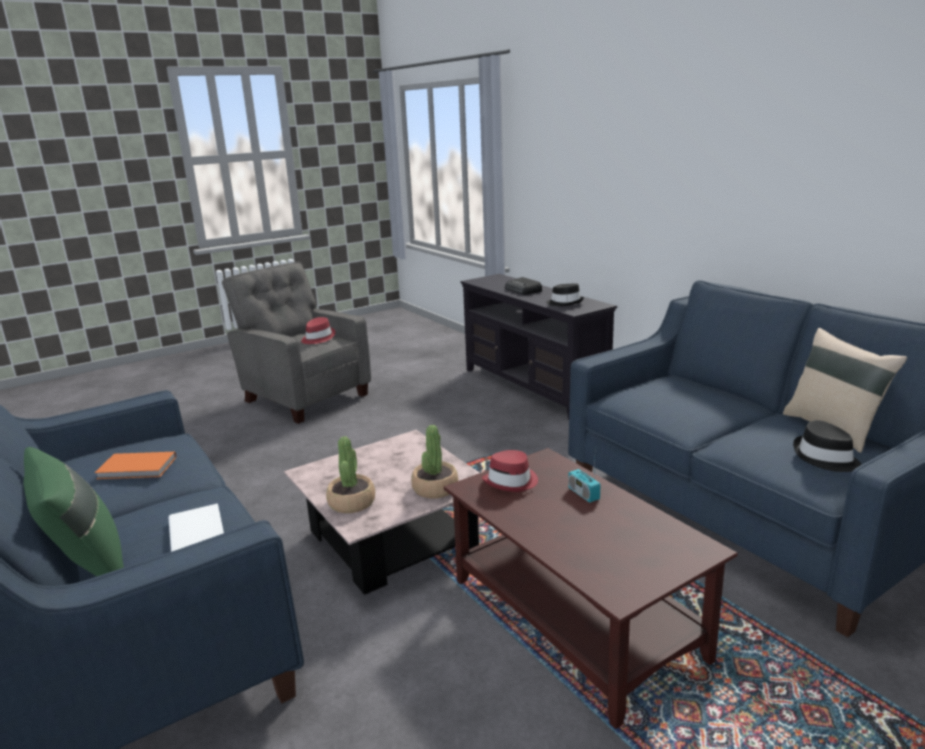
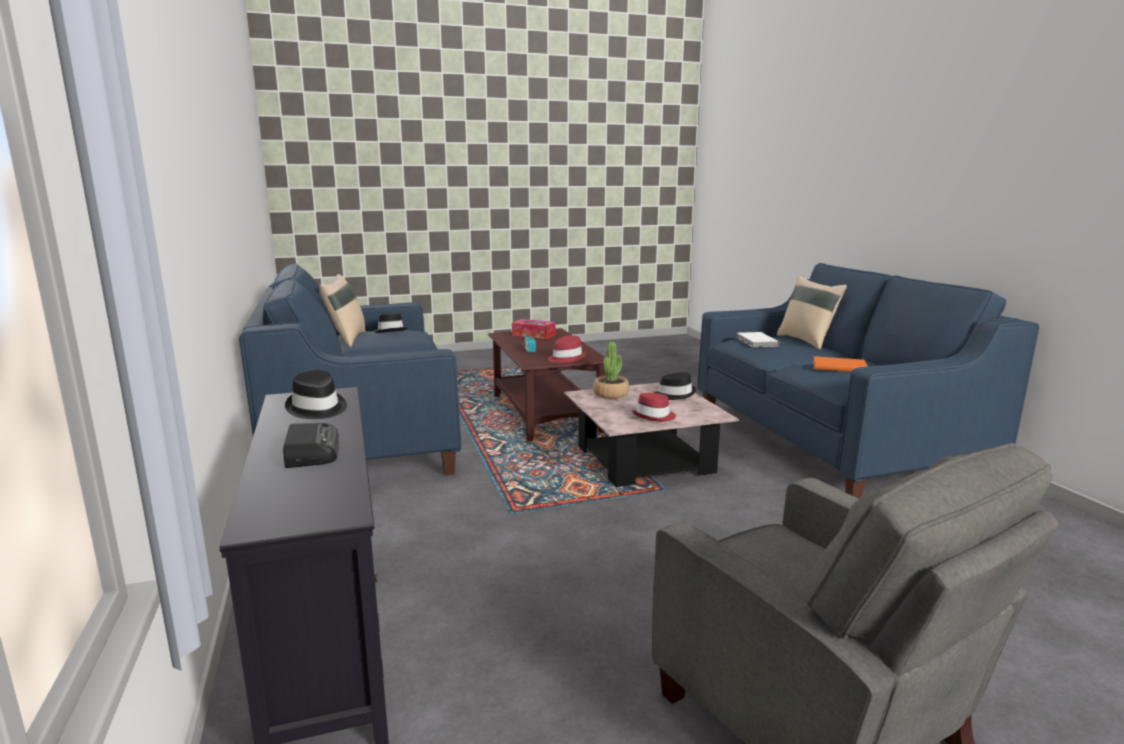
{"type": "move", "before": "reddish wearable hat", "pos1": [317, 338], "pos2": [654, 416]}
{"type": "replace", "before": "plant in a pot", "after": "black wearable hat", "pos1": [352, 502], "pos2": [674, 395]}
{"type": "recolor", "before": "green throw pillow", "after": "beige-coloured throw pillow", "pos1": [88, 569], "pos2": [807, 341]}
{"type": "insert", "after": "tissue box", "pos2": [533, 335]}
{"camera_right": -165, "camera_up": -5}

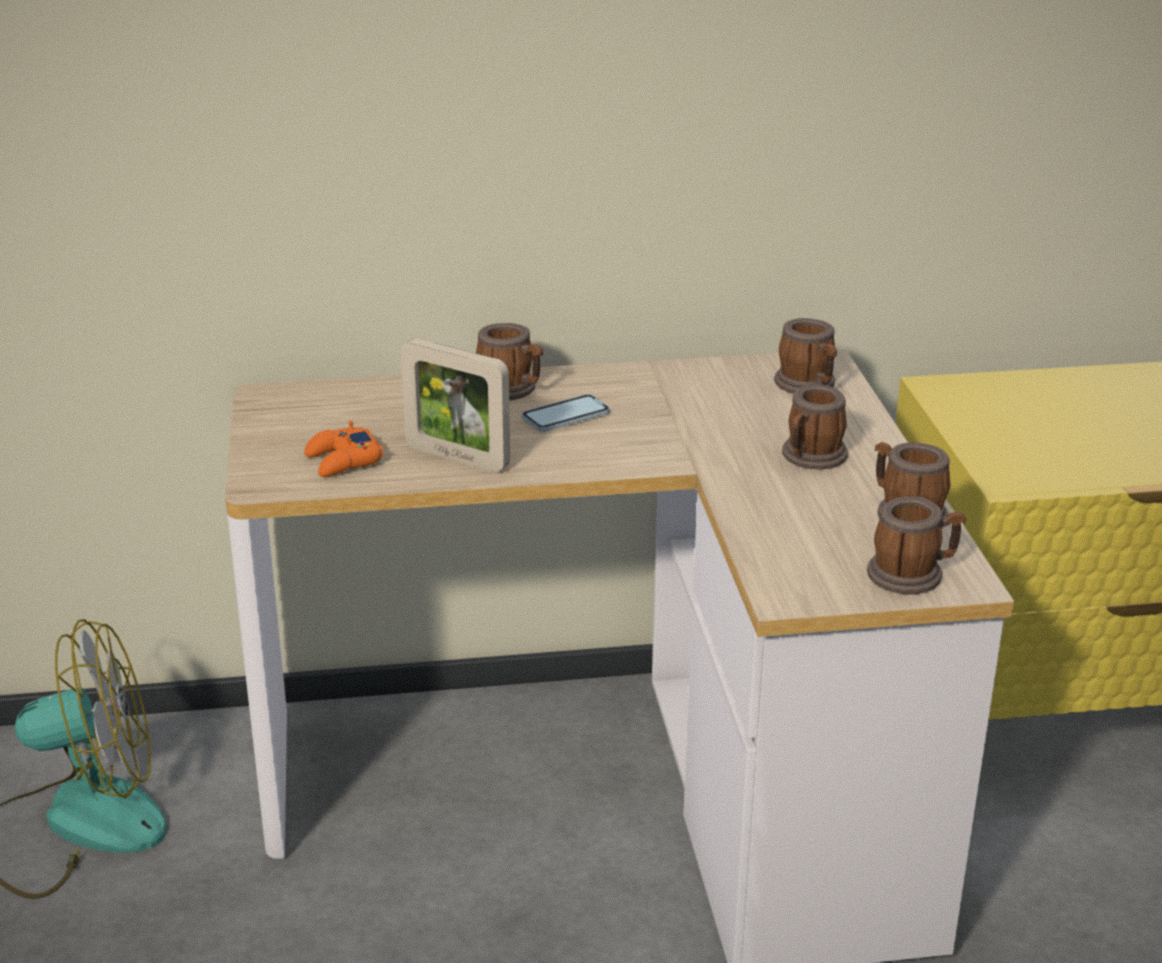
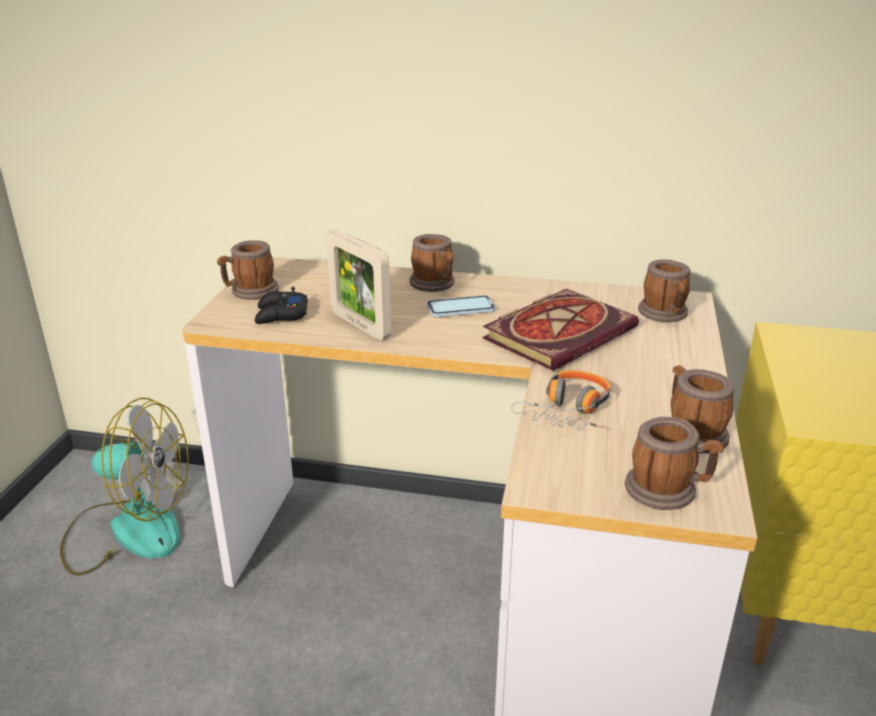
{"type": "move", "before": "coffee mug", "pos1": [811, 458], "pos2": [250, 292]}
{"type": "recolor", "before": "orange-coloured joypad", "after": "black joypad", "pos1": [343, 461], "pos2": [281, 315]}
{"type": "insert", "after": "book", "pos2": [560, 332]}
{"type": "insert", "after": "pair of headphones", "pos2": [568, 410]}
{"camera_right": 20, "camera_up": 0}

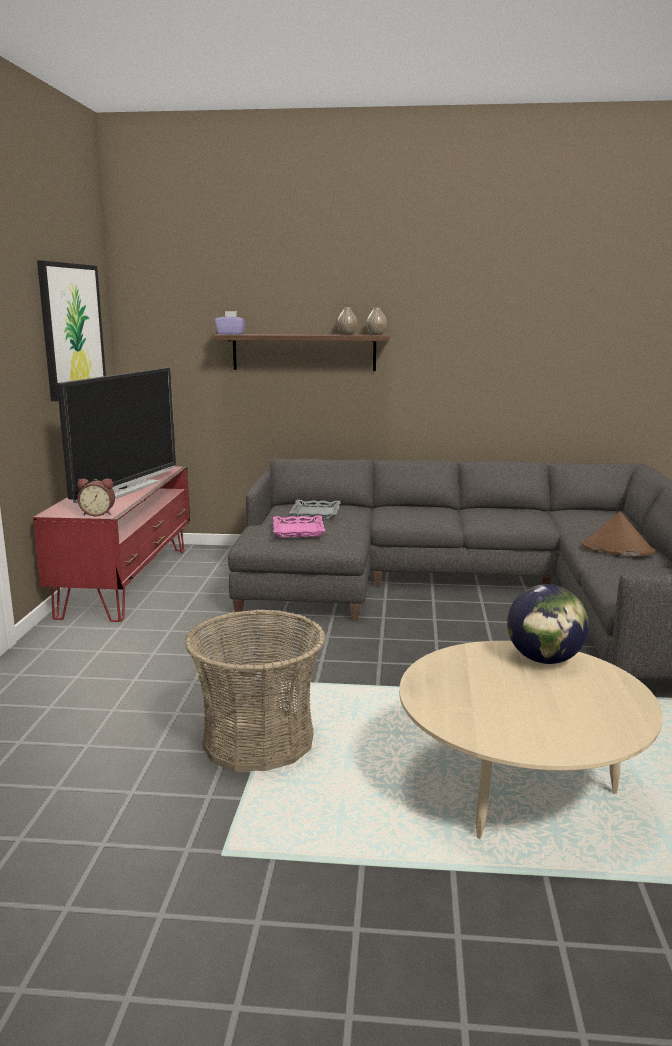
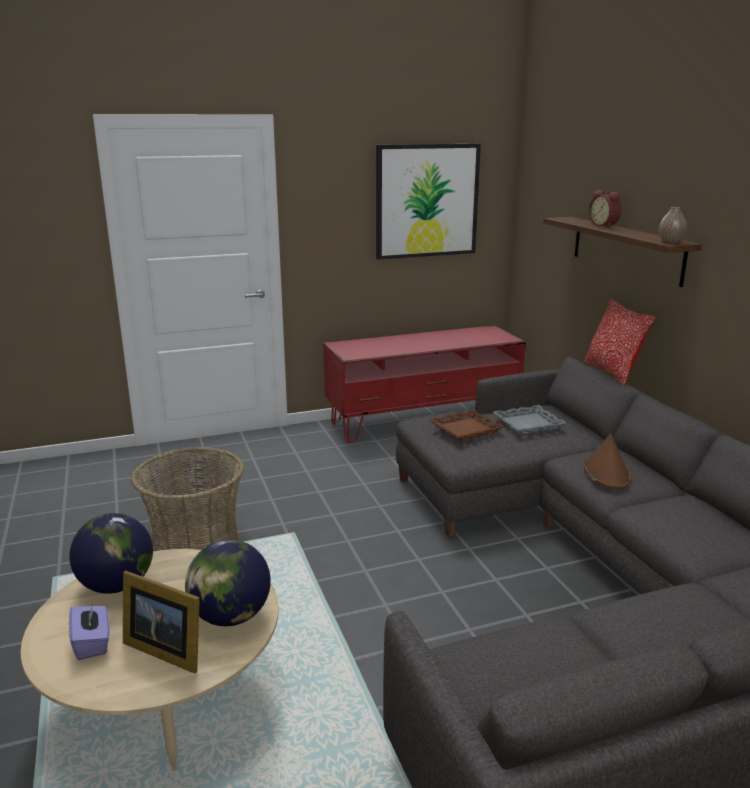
{"type": "delete", "before": "flower vase", "pos1": [347, 334]}
{"type": "move", "before": "purple-coloured tissue box", "pos1": [231, 334], "pos2": [92, 643]}
{"type": "delete", "before": "TV set", "pos1": [123, 490]}
{"type": "move", "before": "table clock", "pos1": [98, 514], "pos2": [604, 225]}
{"type": "move", "before": "brown wearable hat", "pos1": [617, 549], "pos2": [606, 472]}
{"type": "recolor", "before": "pink carrying tray", "after": "brown carrying tray", "pos1": [298, 530], "pos2": [465, 429]}
{"type": "insert", "after": "throw pillow", "pos2": [612, 372]}
{"type": "insert", "after": "globe", "pos2": [117, 585]}
{"type": "insert", "after": "picture frame", "pos2": [165, 648]}
{"camera_right": 65, "camera_up": 5}

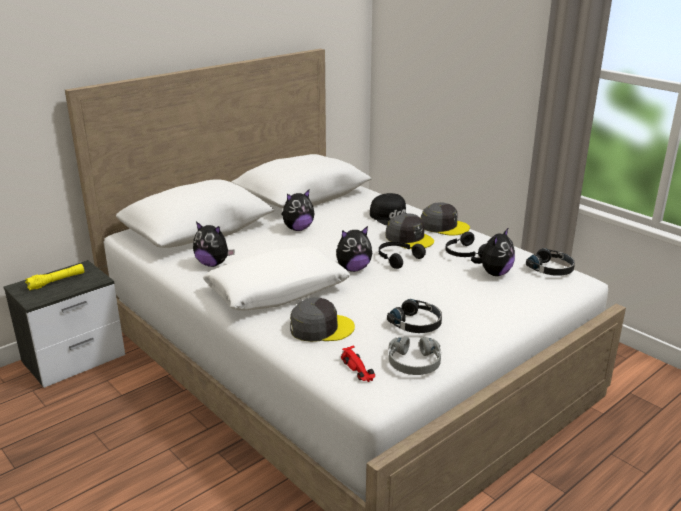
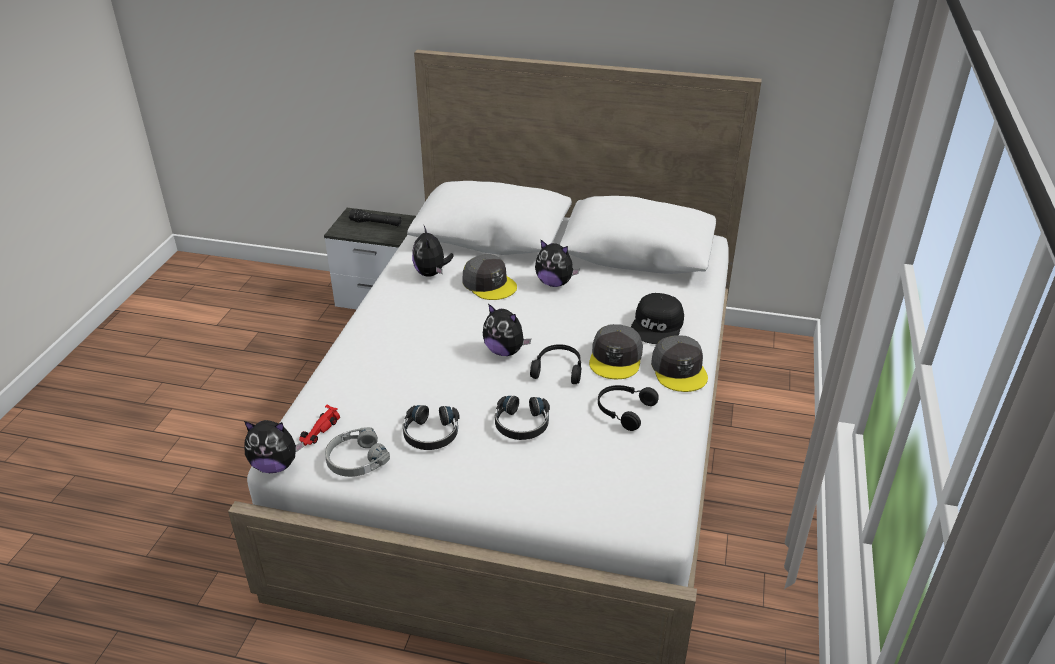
{"type": "move", "before": "plush toy", "pos1": [494, 273], "pos2": [275, 465]}
{"type": "delete", "before": "whitish throw pillow", "pos1": [277, 291]}
{"type": "move", "before": "black pair of headphones", "pos1": [551, 269], "pos2": [521, 424]}
{"type": "recolor", "before": "yellowish torch", "after": "black torch", "pos1": [57, 281], "pos2": [376, 223]}
{"type": "move", "before": "grey peaked cap", "pos1": [321, 328], "pos2": [489, 284]}
{"camera_right": 55, "camera_up": 10}

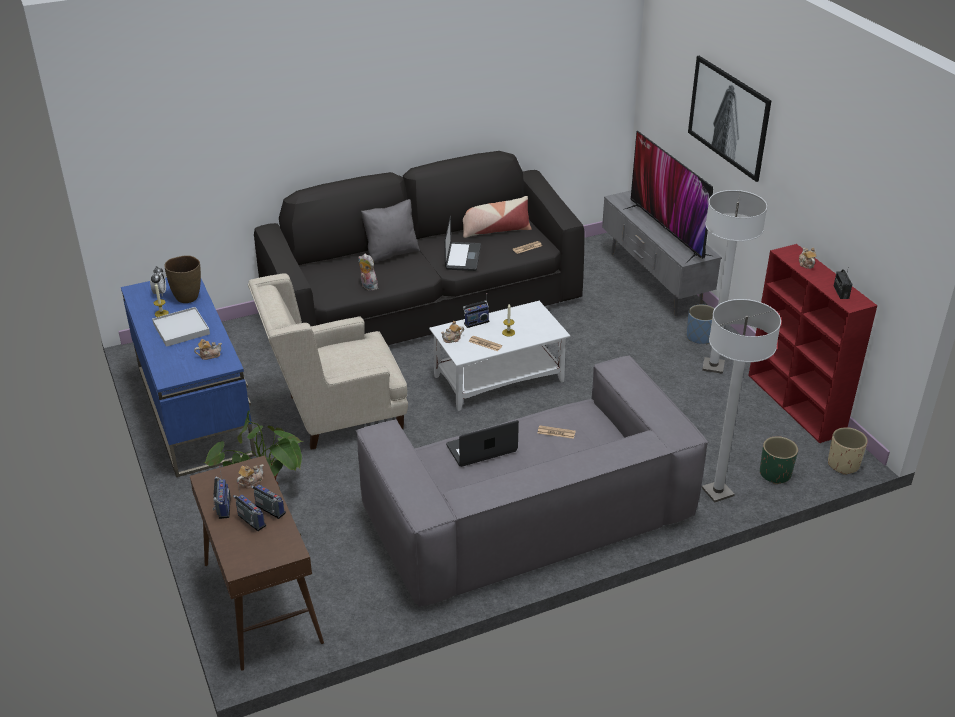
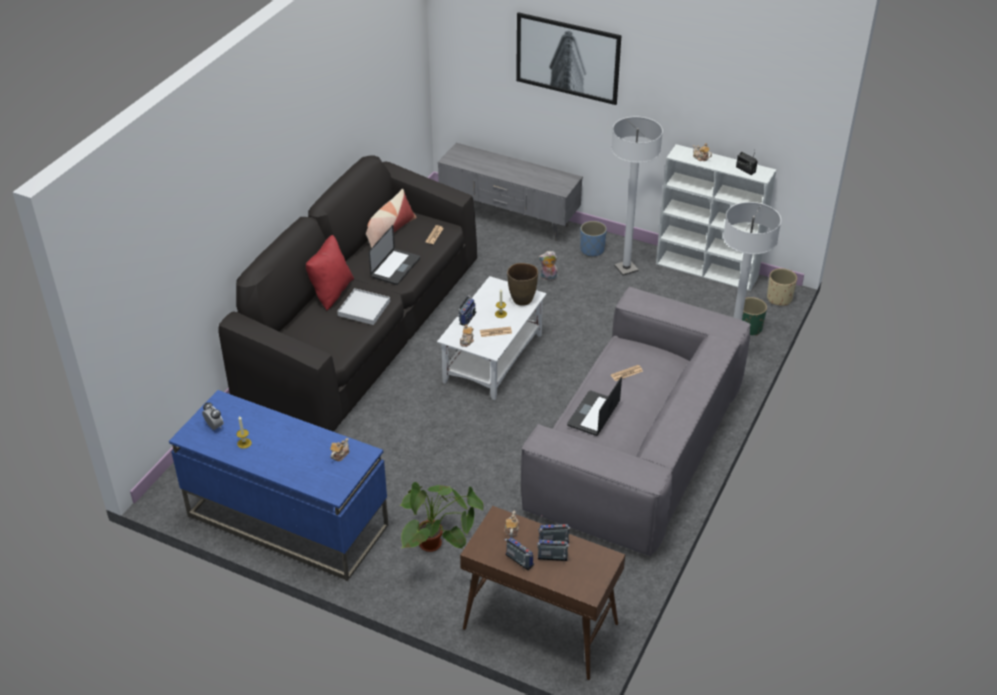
{"type": "delete", "before": "TV set", "pos1": [667, 231]}
{"type": "recolor", "before": "grey throw pillow", "after": "reddish throw pillow", "pos1": [391, 253], "pos2": [331, 292]}
{"type": "rotate", "before": "laptop", "pos1": [463, 257], "pos2": [395, 267], "turn": 60}
{"type": "recolor", "before": "reddish bookcase", "after": "whitish bookcase", "pos1": [796, 405], "pos2": [708, 270]}
{"type": "move", "before": "plush toy", "pos1": [367, 286], "pos2": [548, 278]}
{"type": "move", "before": "brown flower vase", "pos1": [187, 297], "pos2": [522, 299]}
{"type": "delete", "before": "beige-coloured lounge chair", "pos1": [334, 414]}
{"type": "move", "before": "whitish carrying tray", "pos1": [181, 329], "pos2": [364, 308]}
{"camera_right": -40, "camera_up": 5}

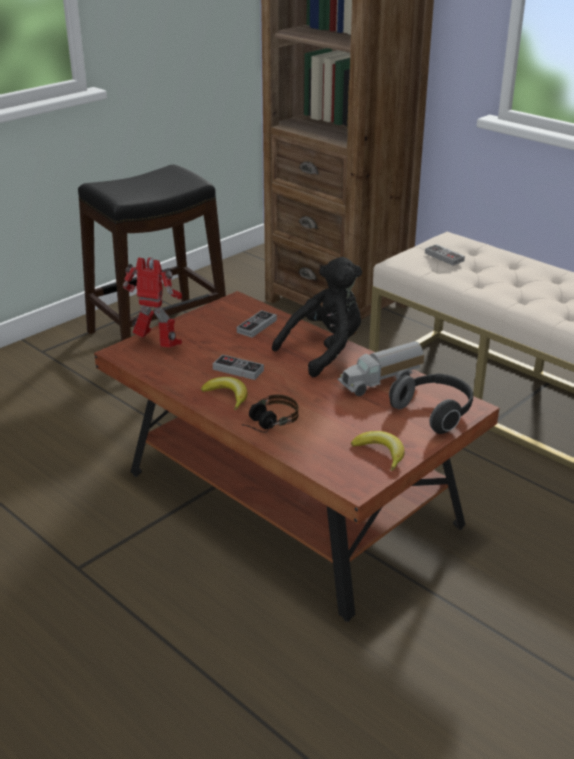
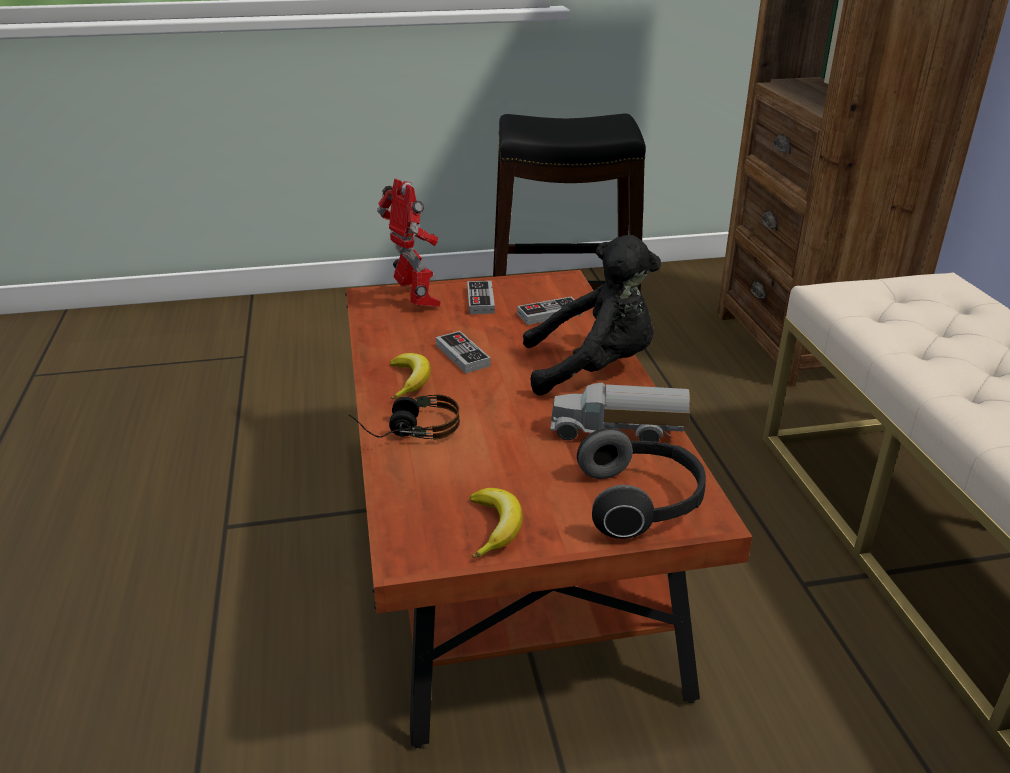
{"type": "move", "before": "joypad", "pos1": [444, 257], "pos2": [480, 300]}
{"camera_right": 35, "camera_up": 0}

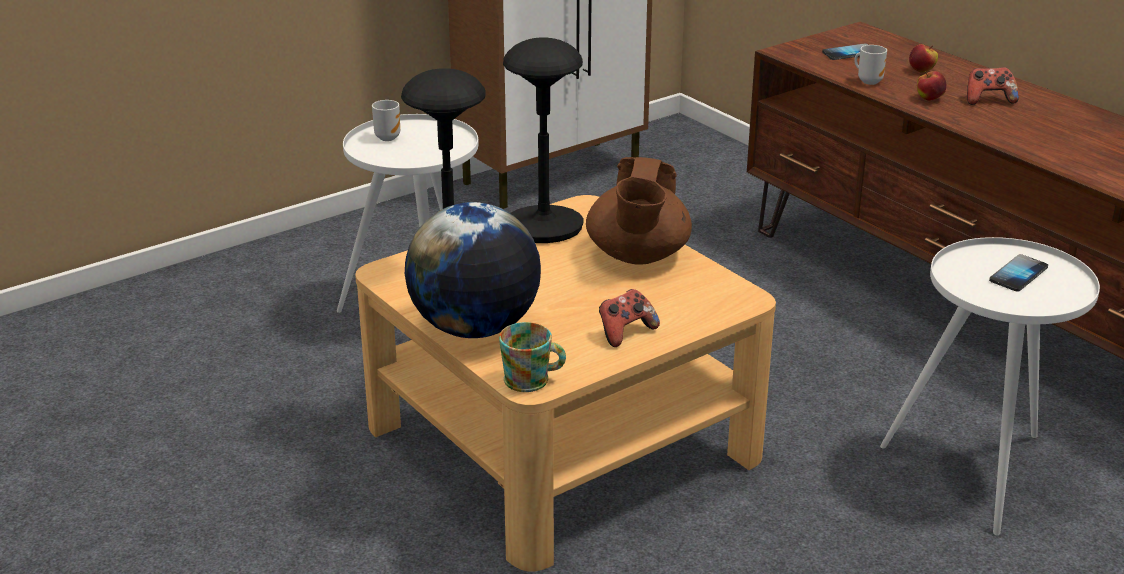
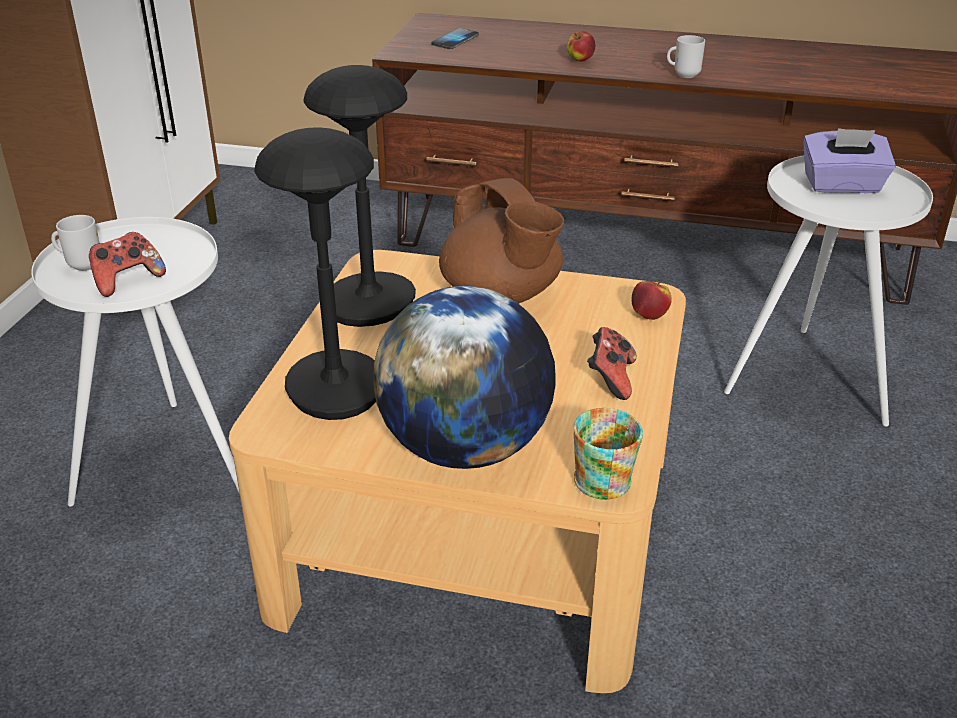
{"type": "move", "before": "whole apple", "pos1": [921, 71], "pos2": [649, 316]}
{"type": "move", "before": "coffee mug", "pos1": [869, 81], "pos2": [684, 75]}
{"type": "move", "before": "joypad", "pos1": [988, 100], "pos2": [127, 281]}
{"type": "replace", "before": "phone", "after": "purple-coloured tissue box", "pos1": [1018, 275], "pos2": [842, 185]}
{"camera_right": -40, "camera_up": 5}

